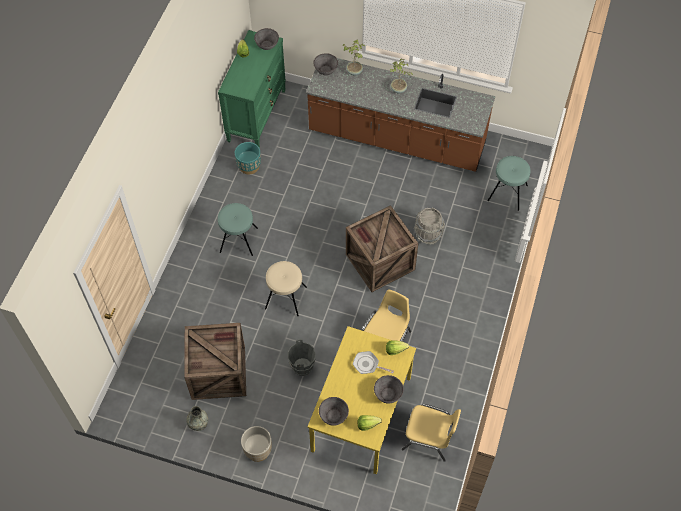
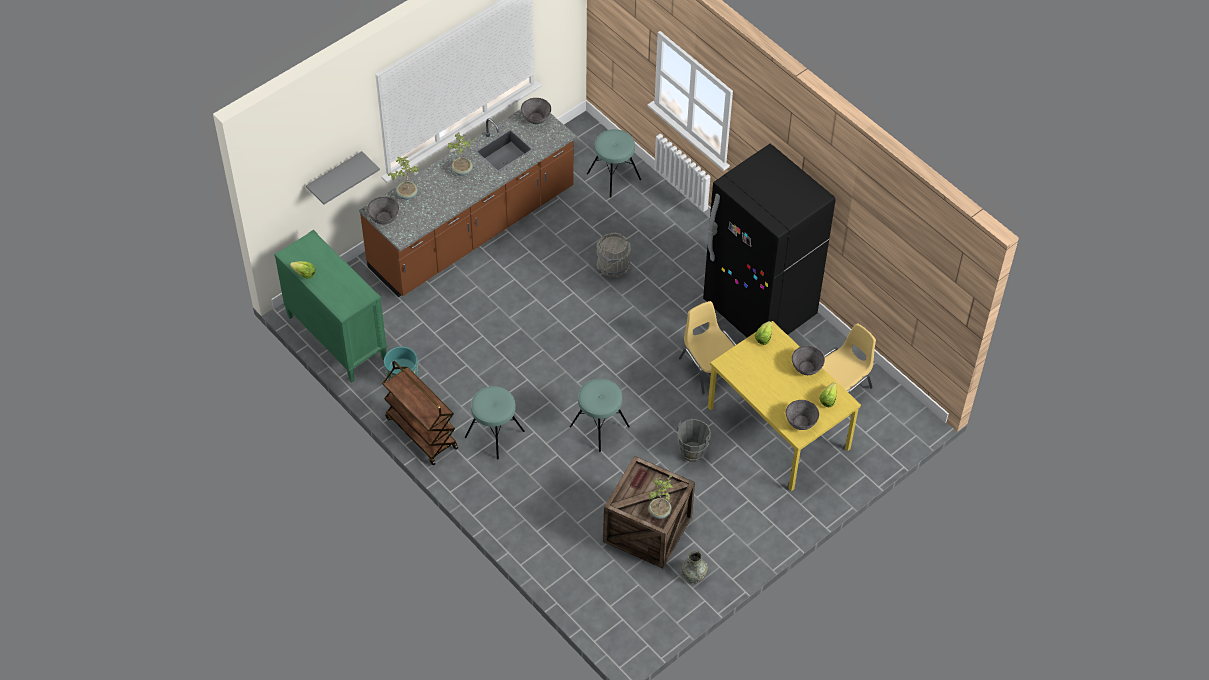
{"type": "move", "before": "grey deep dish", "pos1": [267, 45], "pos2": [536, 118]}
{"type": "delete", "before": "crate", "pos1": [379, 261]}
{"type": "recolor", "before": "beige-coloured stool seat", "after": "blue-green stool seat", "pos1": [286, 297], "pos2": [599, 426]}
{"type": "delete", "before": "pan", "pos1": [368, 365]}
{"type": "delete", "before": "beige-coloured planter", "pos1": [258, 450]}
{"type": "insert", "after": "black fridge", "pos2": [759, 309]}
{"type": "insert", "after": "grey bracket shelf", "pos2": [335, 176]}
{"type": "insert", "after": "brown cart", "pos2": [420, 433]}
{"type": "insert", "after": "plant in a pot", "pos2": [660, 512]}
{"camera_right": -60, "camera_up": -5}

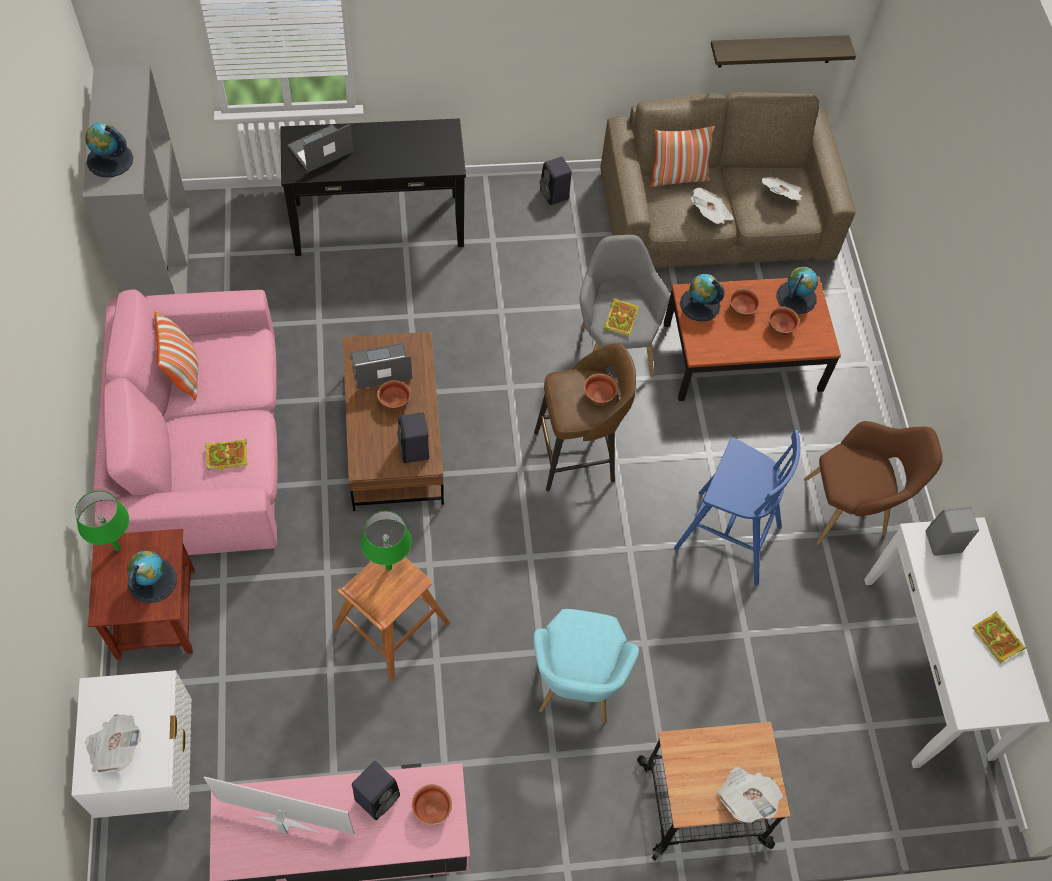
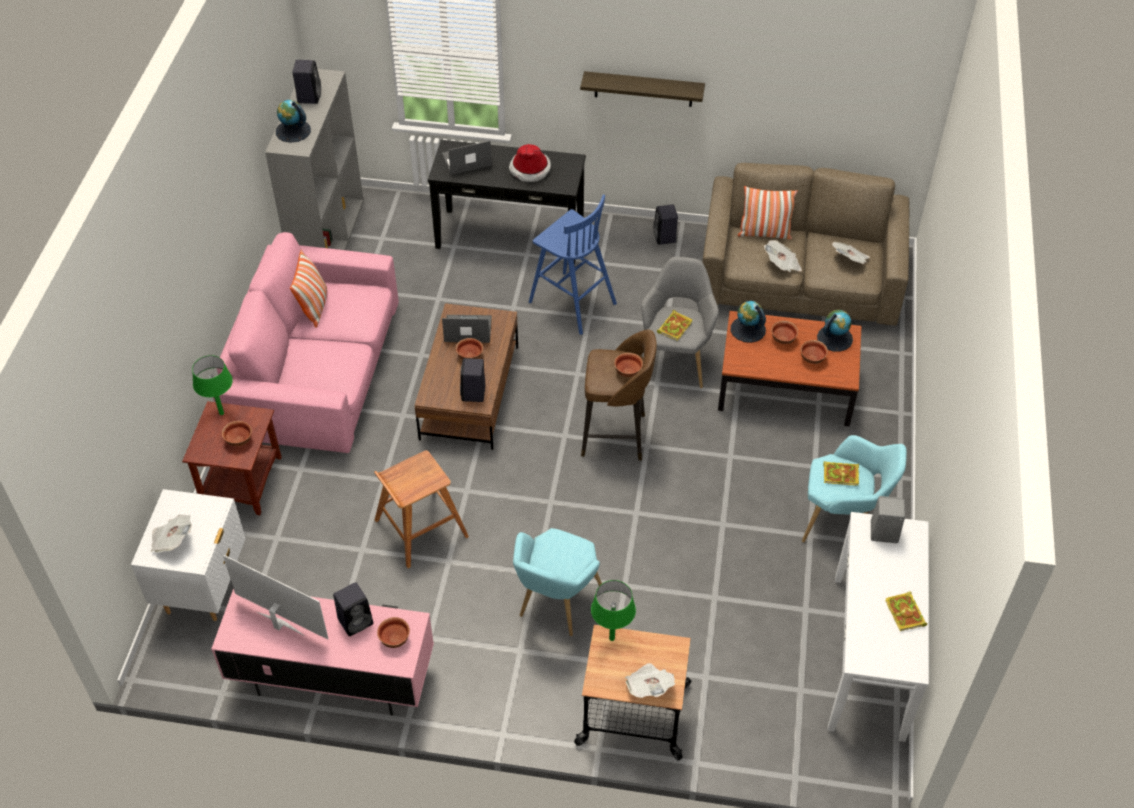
{"type": "move", "before": "bracket shelf", "pos1": [776, 51], "pos2": [643, 89]}
{"type": "recolor", "before": "brown lounge chair", "after": "blue-green lounge chair", "pos1": [851, 509], "pos2": [842, 521]}
{"type": "move", "before": "blue stool seat", "pos1": [725, 537], "pos2": [571, 302]}
{"type": "move", "before": "book", "pos1": [228, 455], "pos2": [841, 474]}
{"type": "move", "before": "green lamp for a table", "pos1": [389, 567], "pos2": [612, 638]}
{"type": "replace", "before": "globe", "after": "deep dish", "pos1": [152, 580], "pos2": [239, 440]}
{"type": "insert", "after": "black audio speaker", "pos2": [309, 96]}
{"type": "insert", "after": "wearable hat", "pos2": [530, 169]}
{"camera_right": 20, "camera_up": -10}

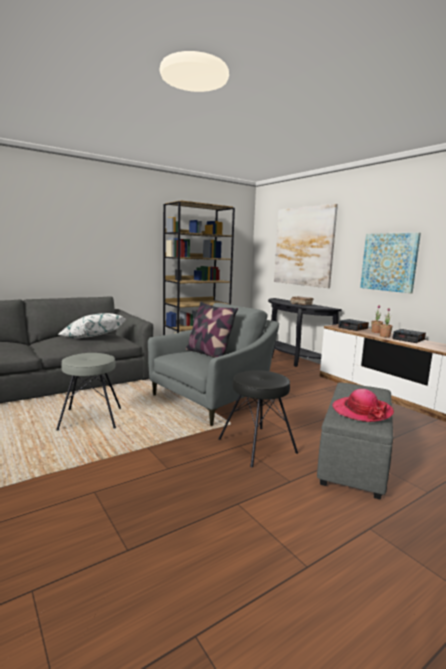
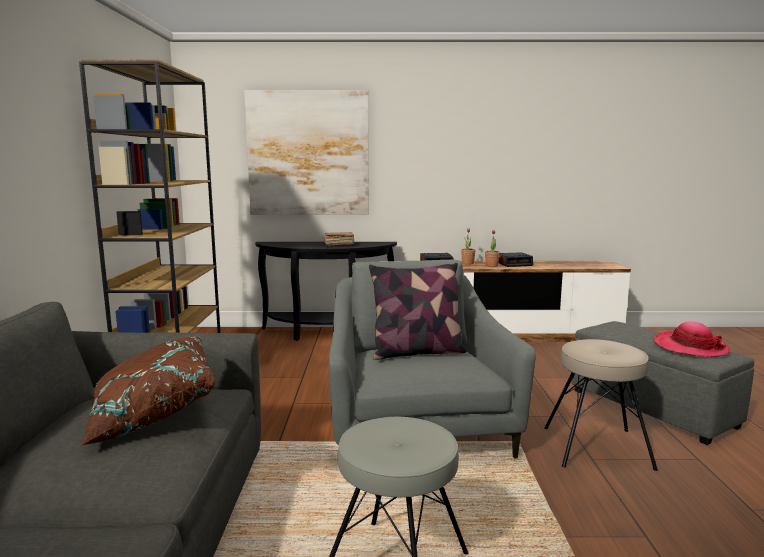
{"type": "delete", "before": "wall art", "pos1": [389, 262]}
{"type": "recolor", "before": "whitish throw pillow", "after": "brown throw pillow", "pos1": [92, 337], "pos2": [151, 414]}
{"type": "recolor", "before": "black stool seat", "after": "beige-coloured stool seat", "pos1": [257, 445], "pos2": [596, 447]}
{"camera_right": -55, "camera_up": 0}

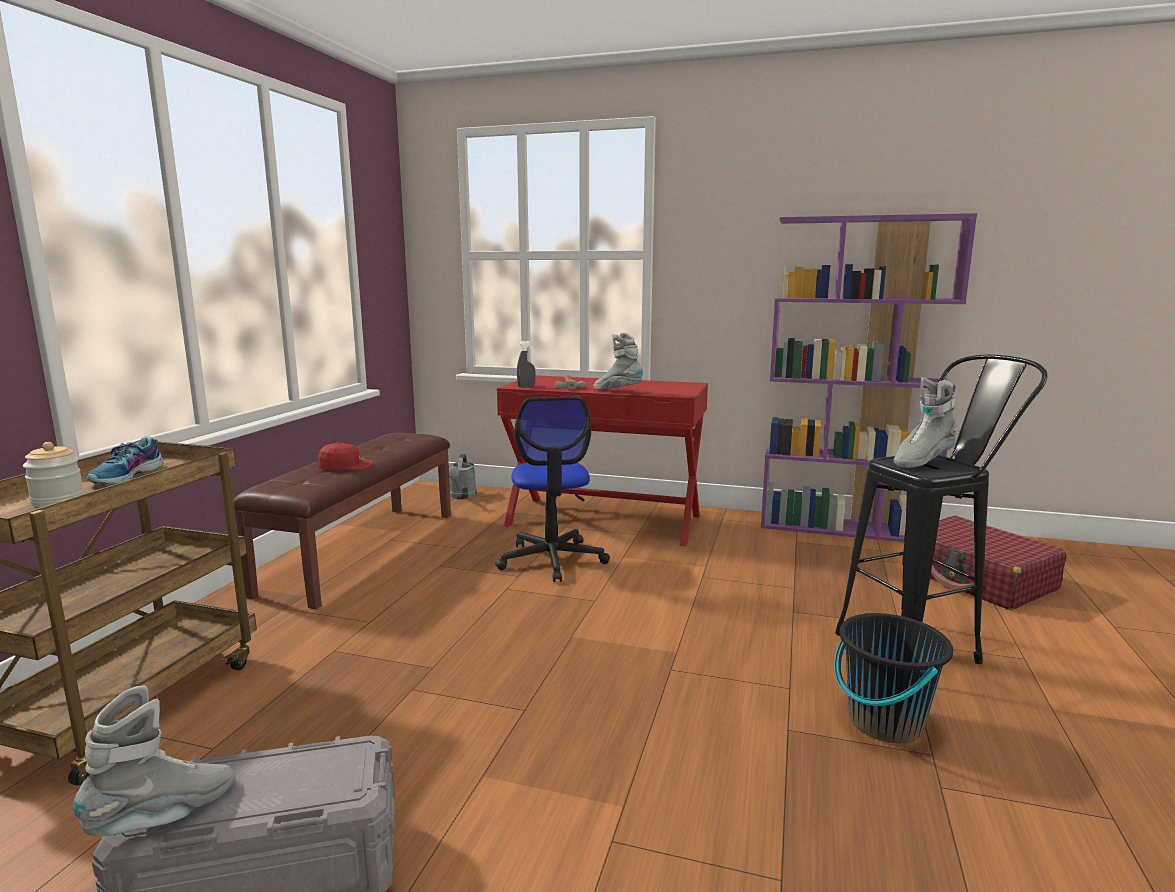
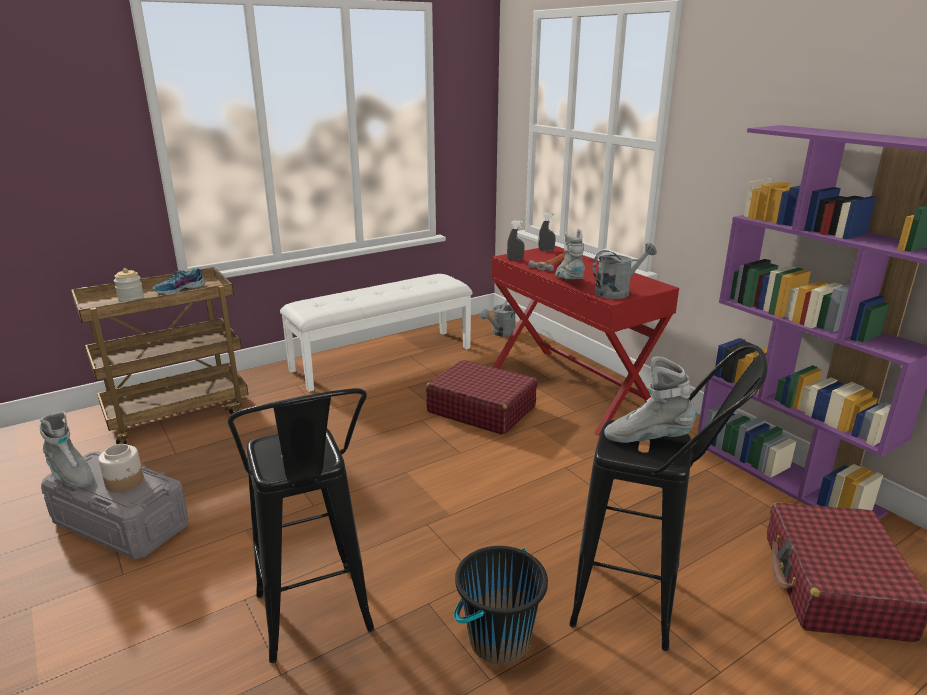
{"type": "replace", "before": "office chair", "after": "reddish piece of luggage", "pos1": [552, 560], "pos2": [481, 409]}
{"type": "recolor", "before": "brown indoor bench", "after": "whitish indoor bench", "pos1": [361, 550], "pos2": [382, 358]}
{"type": "delete", "before": "reddish peaked cap", "pos1": [345, 466]}
{"type": "rotate", "before": "grey boot", "pos1": [165, 816], "pos2": [71, 476], "turn": 45}
{"type": "insert", "after": "grey spray bottle", "pos2": [546, 250]}
{"type": "insert", "after": "grey watering pot", "pos2": [617, 292]}
{"type": "insert", "after": "black stool seat", "pos2": [317, 627]}
{"type": "insert", "after": "storage jar", "pos2": [125, 482]}
{"camera_right": 40, "camera_up": 10}

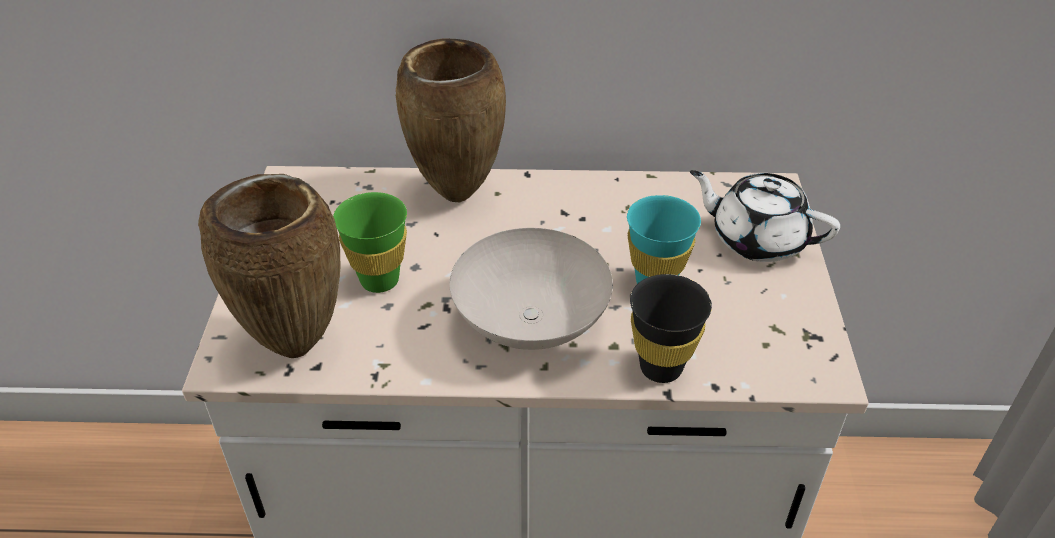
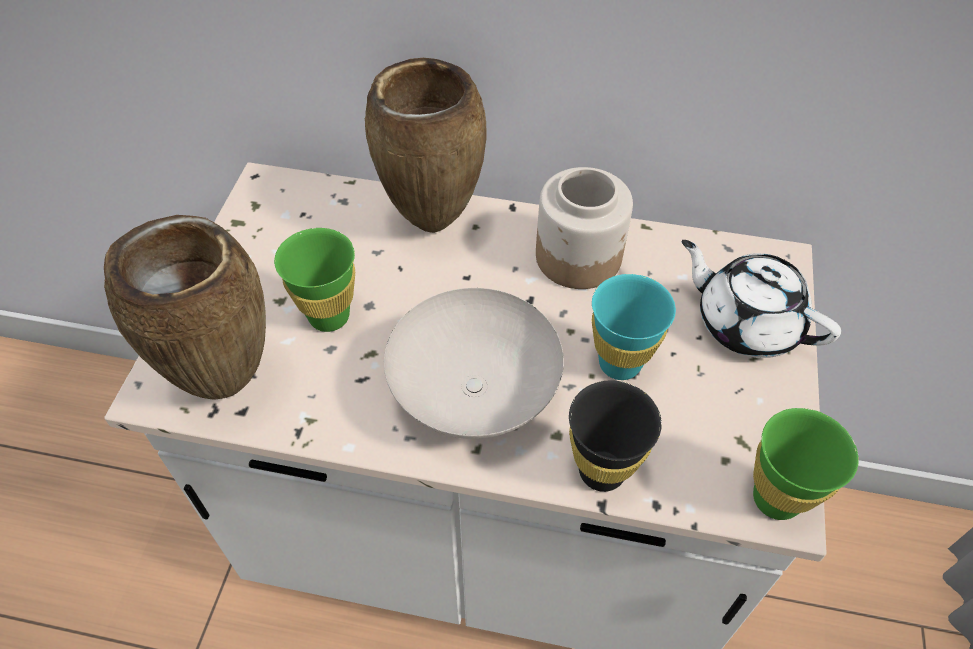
{"type": "insert", "after": "storage jar", "pos2": [579, 257]}
{"type": "insert", "after": "green cup", "pos2": [776, 499]}
{"camera_right": 10, "camera_up": 10}

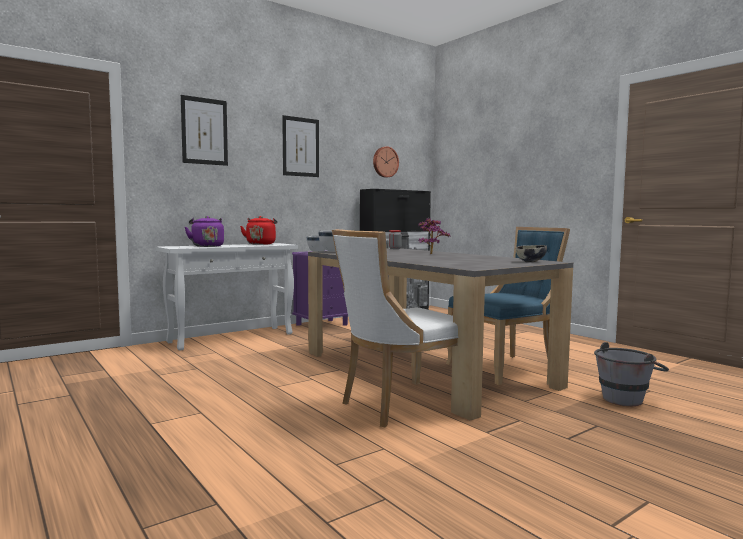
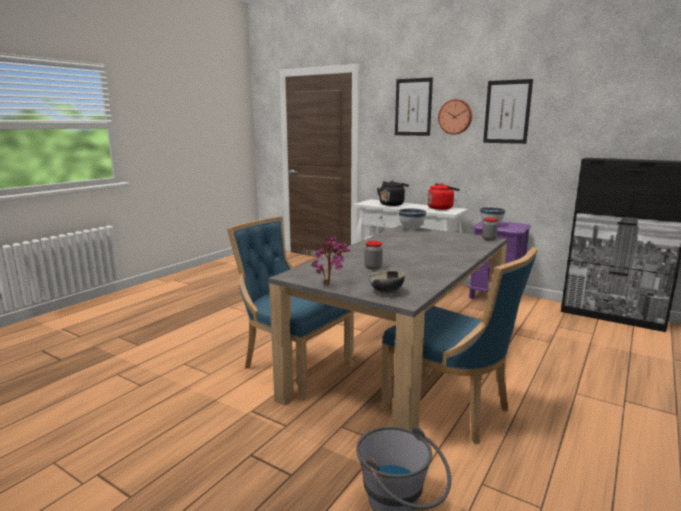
{"type": "move", "before": "clock on the wall", "pos1": [385, 162], "pos2": [455, 117]}
{"type": "recolor", "before": "purple-coloured kettle", "after": "black kettle", "pos1": [206, 246], "pos2": [392, 204]}
{"type": "move", "before": "plant in a pot", "pos1": [431, 254], "pos2": [331, 285]}
{"type": "recolor", "before": "whitish plain chair", "after": "blue plain chair", "pos1": [400, 405], "pos2": [293, 367]}
{"type": "insert", "after": "storage jar", "pos2": [373, 267]}
{"camera_right": 70, "camera_up": 10}

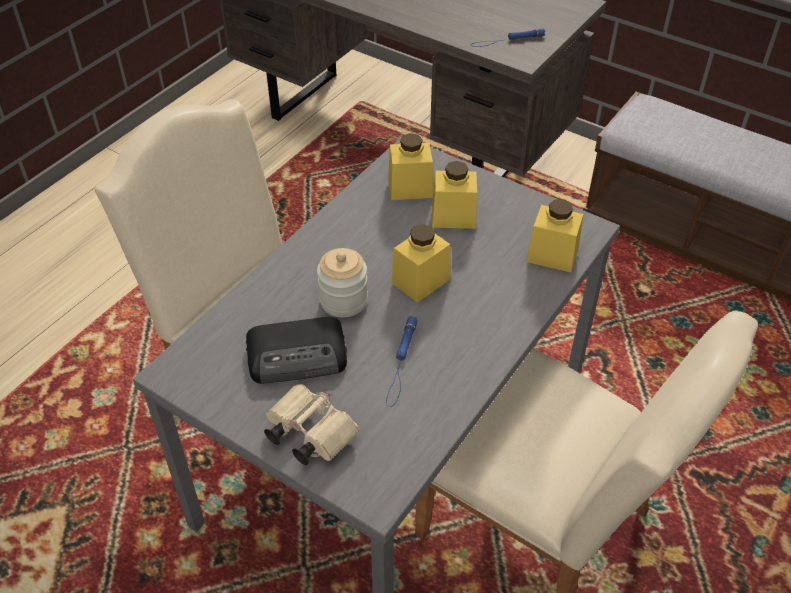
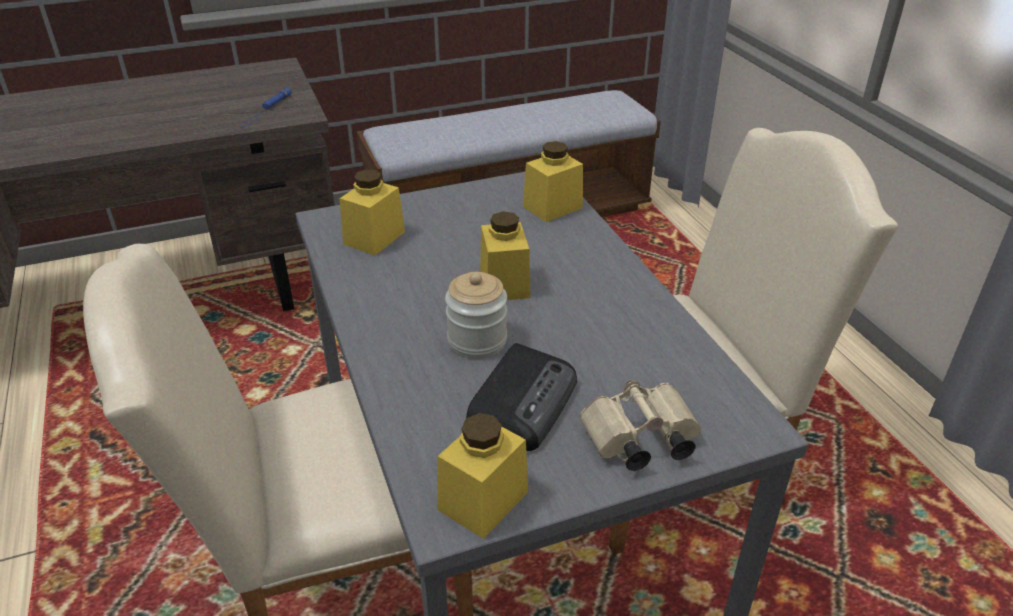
{"type": "move", "before": "yellowish storage jar", "pos1": [453, 216], "pos2": [483, 500]}
{"type": "delete", "before": "blue torch", "pos1": [401, 363]}
{"camera_right": -55, "camera_up": -10}

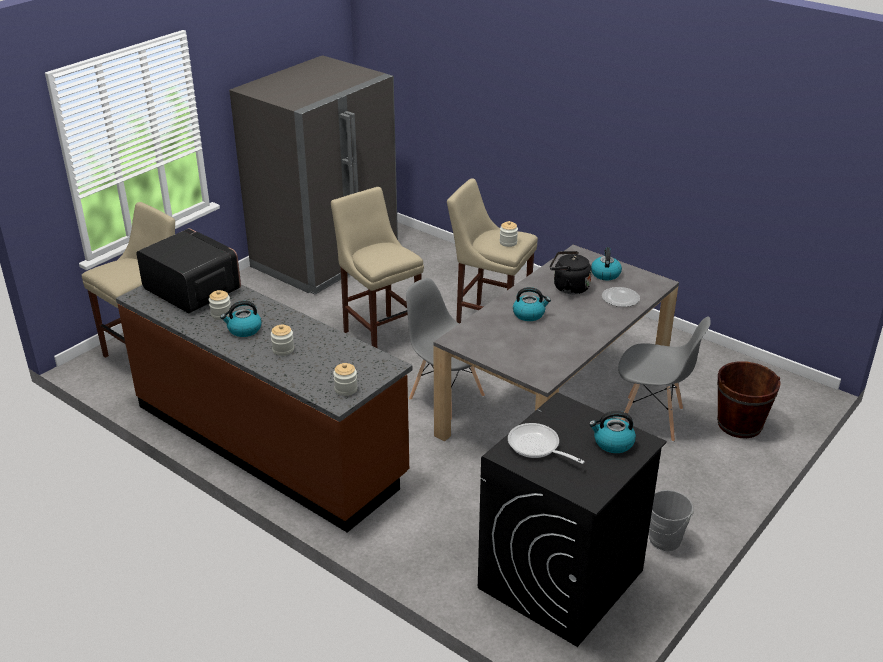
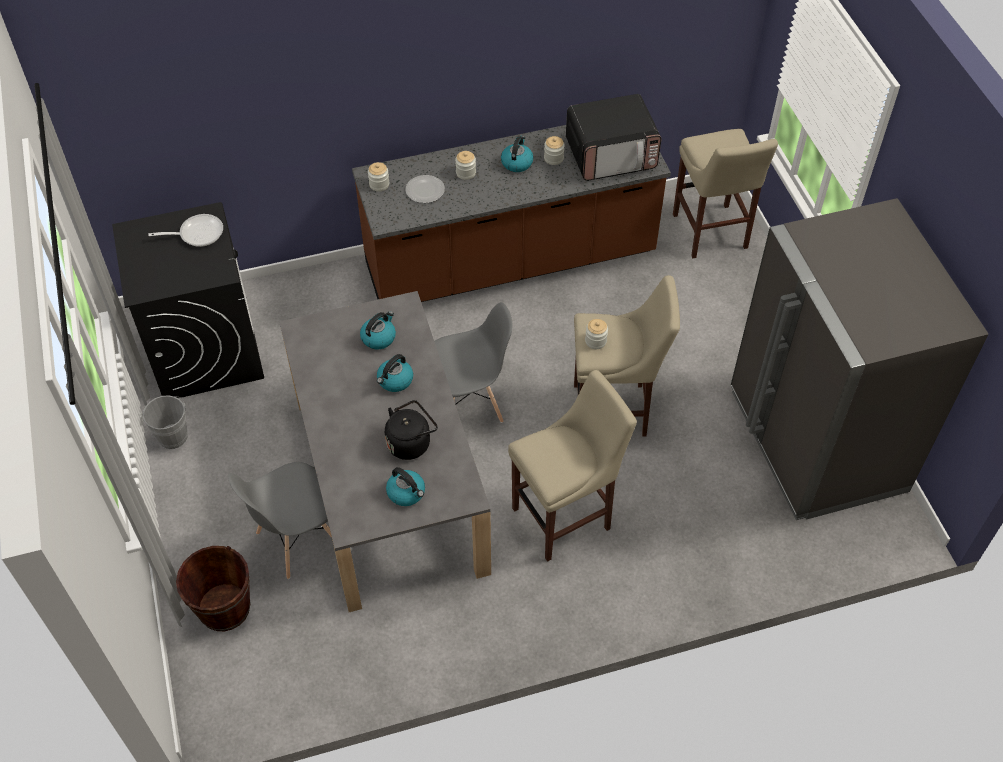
{"type": "move", "before": "storage jar", "pos1": [508, 242], "pos2": [595, 341]}
{"type": "move", "before": "plate", "pos1": [621, 298], "pos2": [424, 190]}
{"type": "move", "before": "kettle", "pos1": [613, 443], "pos2": [378, 337]}
{"camera_right": 125, "camera_up": 20}

